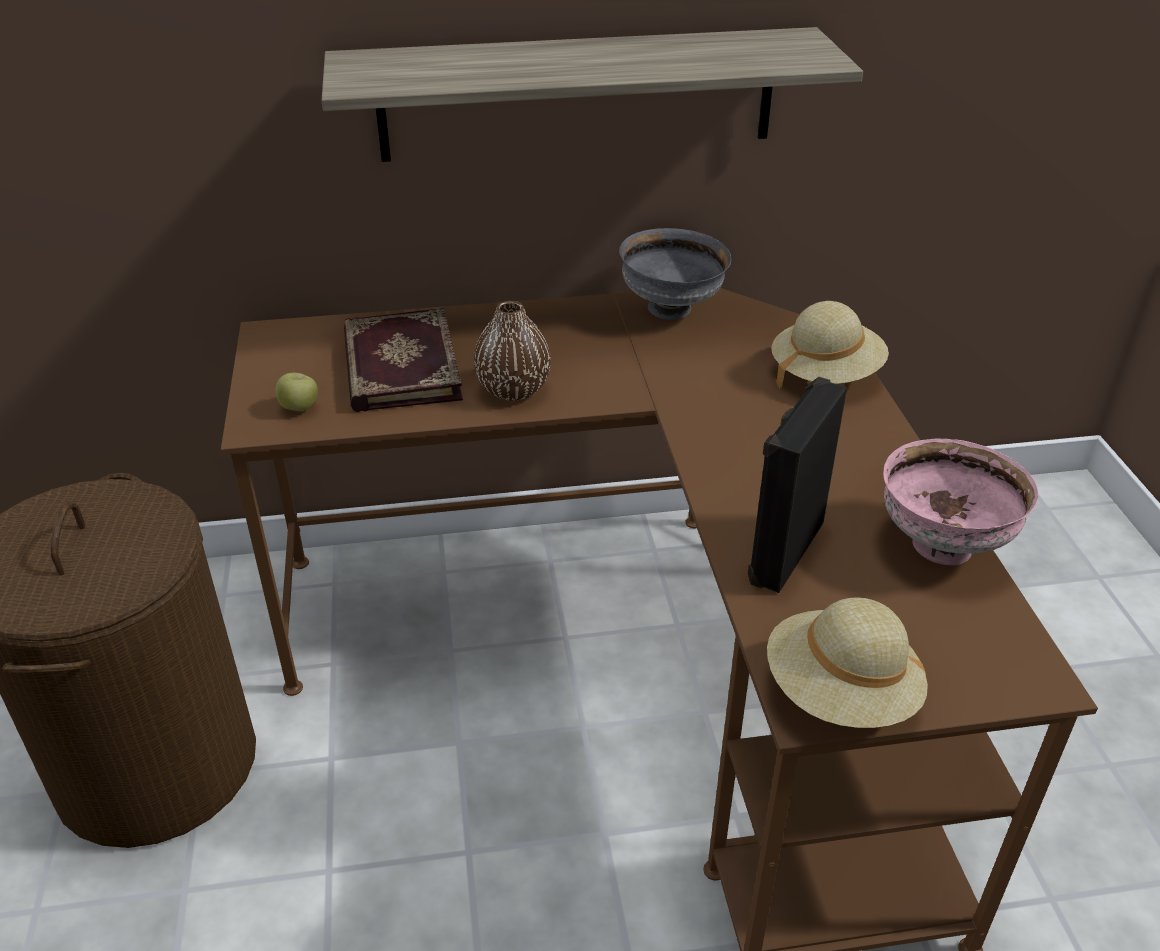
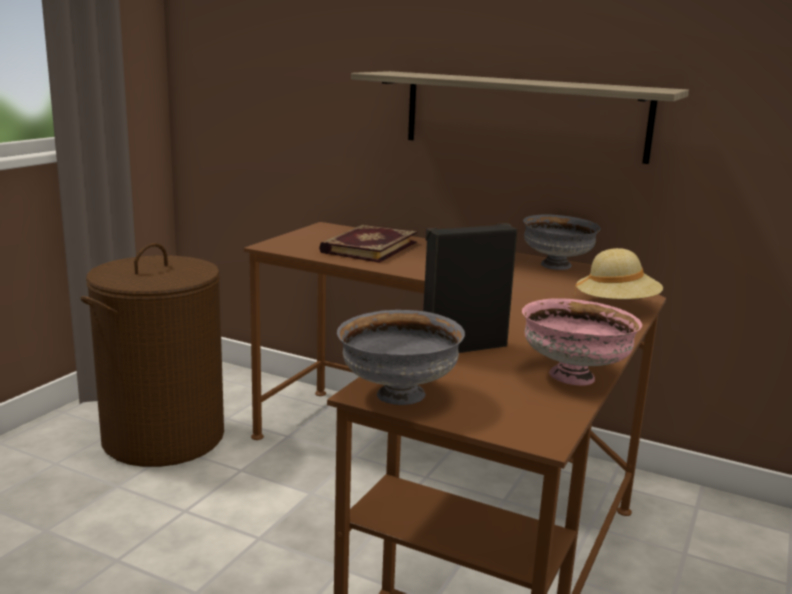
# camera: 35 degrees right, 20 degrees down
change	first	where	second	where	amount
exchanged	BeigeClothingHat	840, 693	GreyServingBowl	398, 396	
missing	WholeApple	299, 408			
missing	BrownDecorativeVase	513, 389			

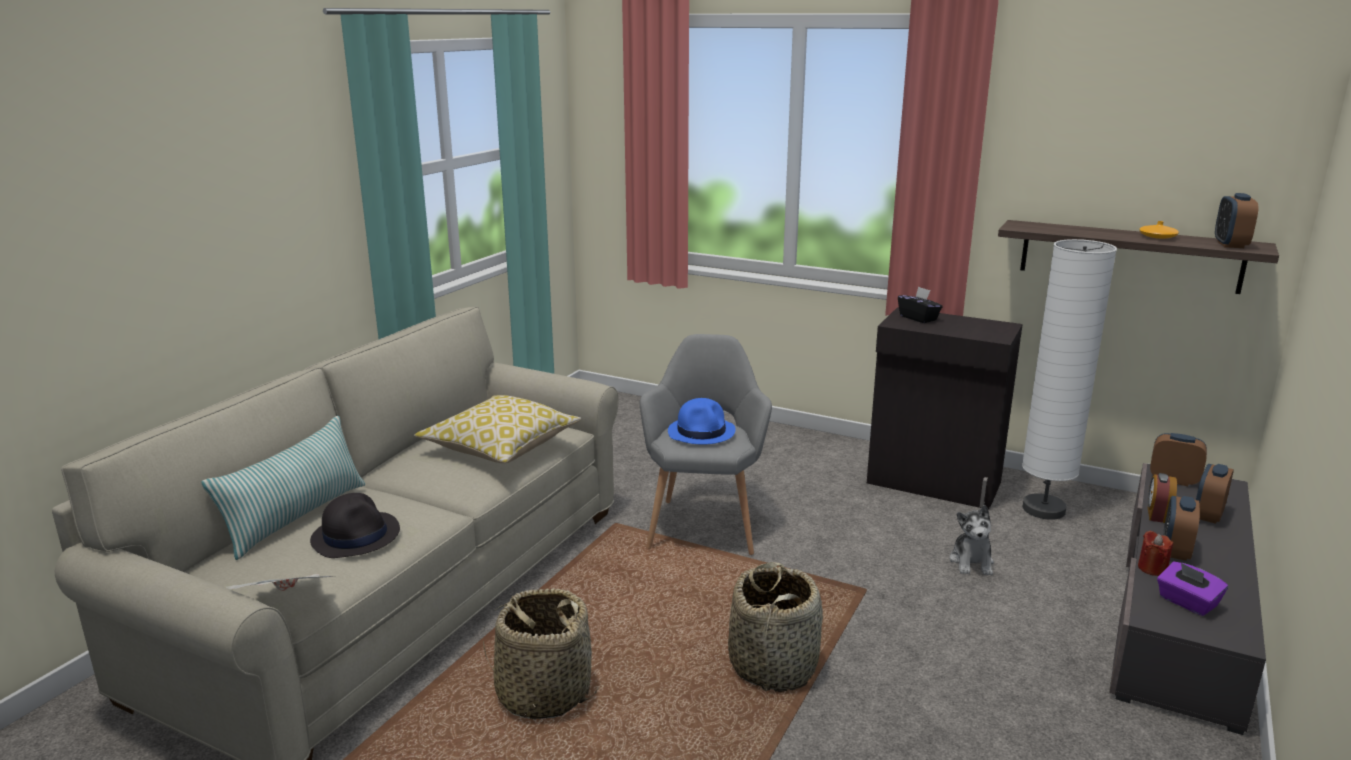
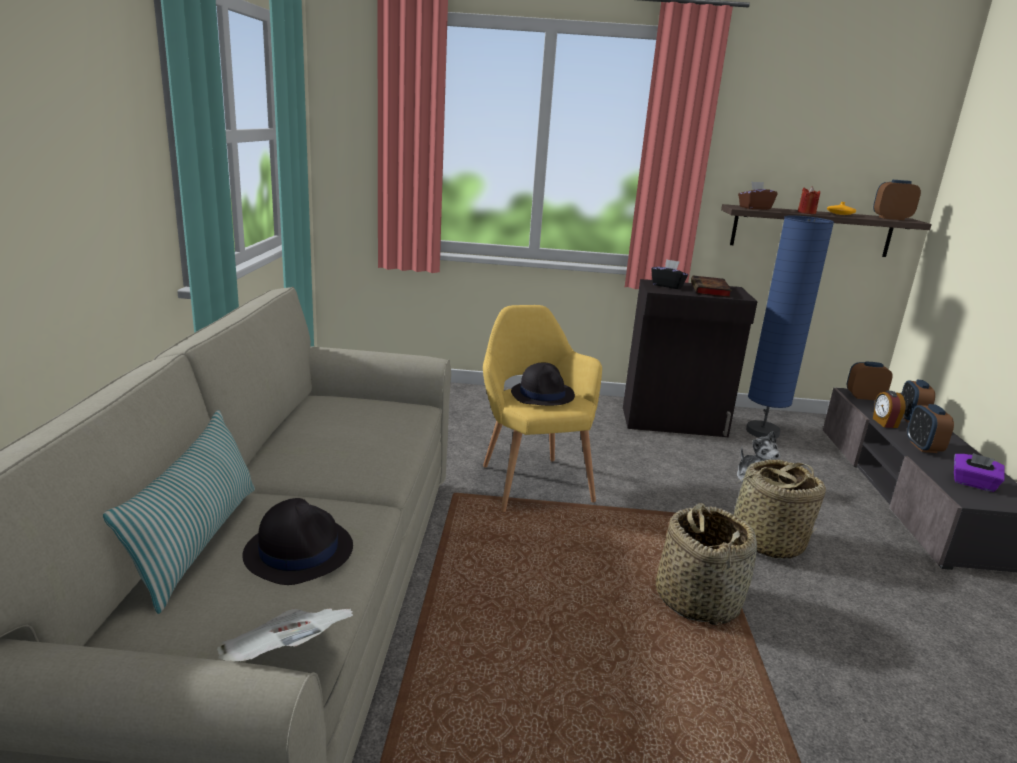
# camera: 25 degrees left, 0 degrees up
change	first	where	second	where	amount
colour	GreyLoungeChair	704, 522	YellowishLoungeChair	531, 480	
colour	BluishClothingHat	702, 432	BlackishClothingHat	542, 394	
appeared			BoundBook	710, 290	
relocated	Basket	543, 693		766, 541	
appeared			BrownBoxOfTissues	754, 208	
colour	WhitishStandingLamp	1043, 509	BluishStandingLamp	762, 432	
relocated	ReddishWaxCandle	1152, 568		806, 213	
spun	AlarmClock	1230, 244		891, 218	105 degrees clockwise
missing	Pillow	501, 447			

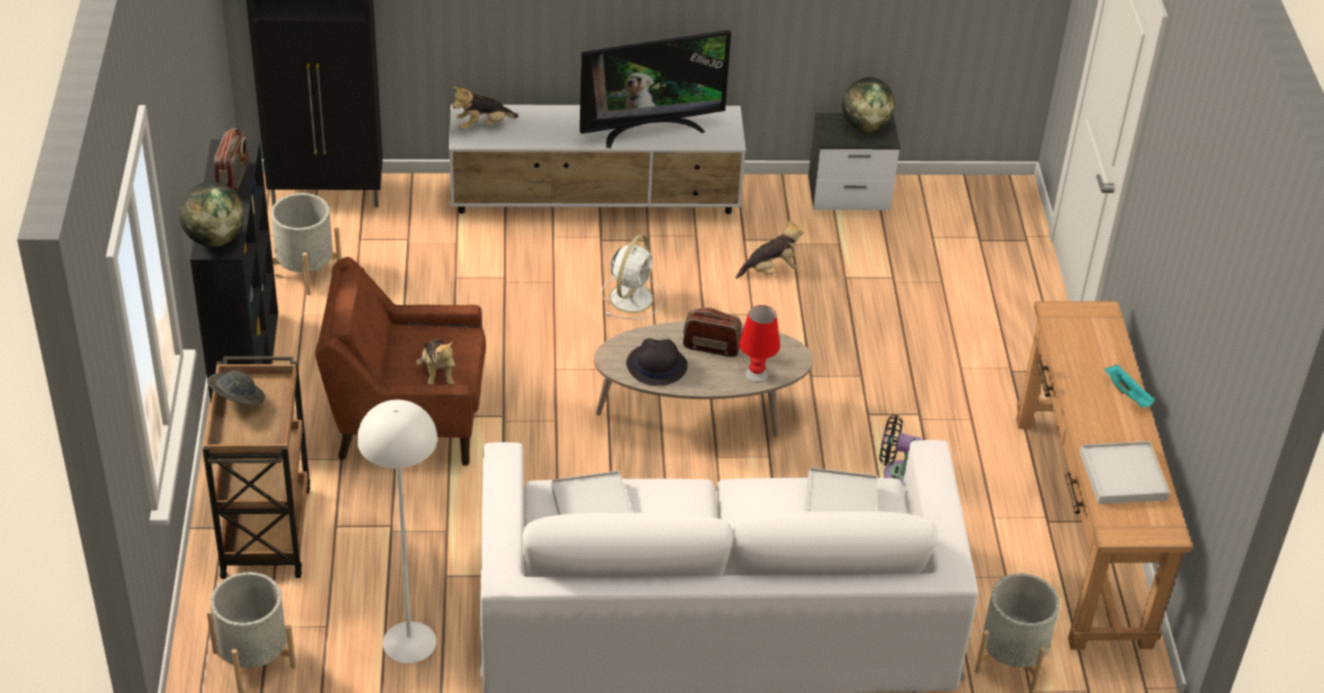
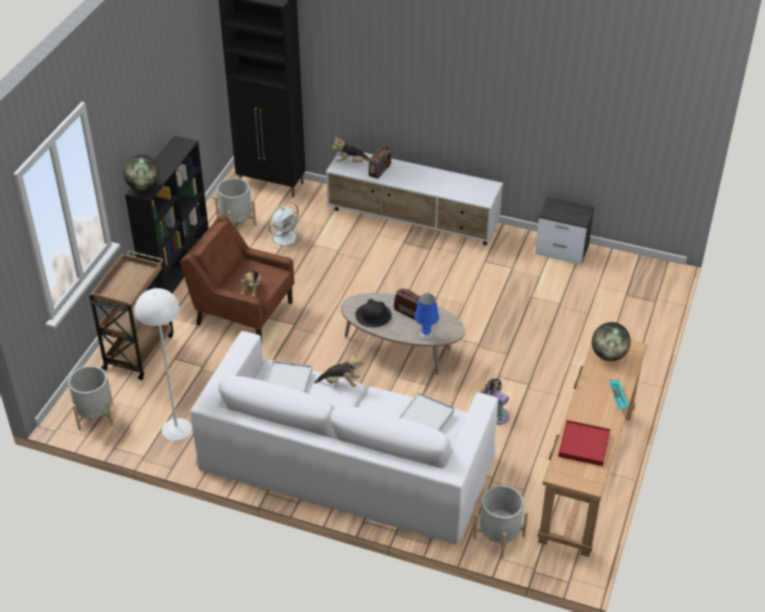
# camera: 25 degrees right, 0 degrees up
change	first	where	second	where	amount
relocated	WhitishElectricFan	632, 297		285, 237	
relocated	CuddlyToy	770, 270		340, 383	
relocated	Radio	233, 178		380, 171	
colour	ReddishTabletopLamp	756, 375	BluishTabletopLamp	426, 335	
colour	WhitishTray	1122, 476	ReddishTray	583, 445	
relocated	DeskGlobe	865, 126		608, 355	
missing	GreyClothingHat	236, 399			
missing	Tv	650, 129			

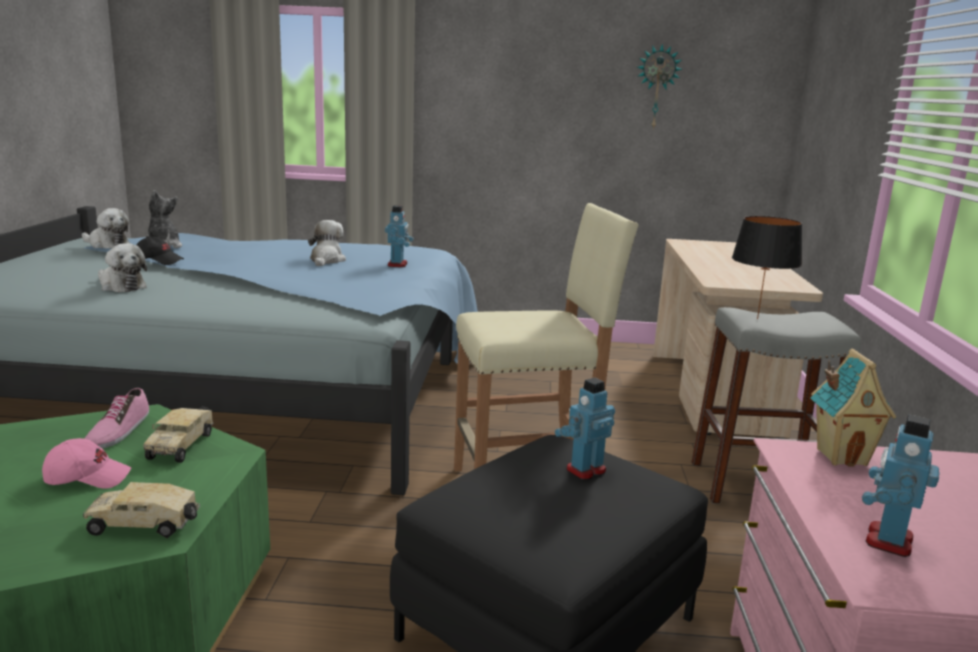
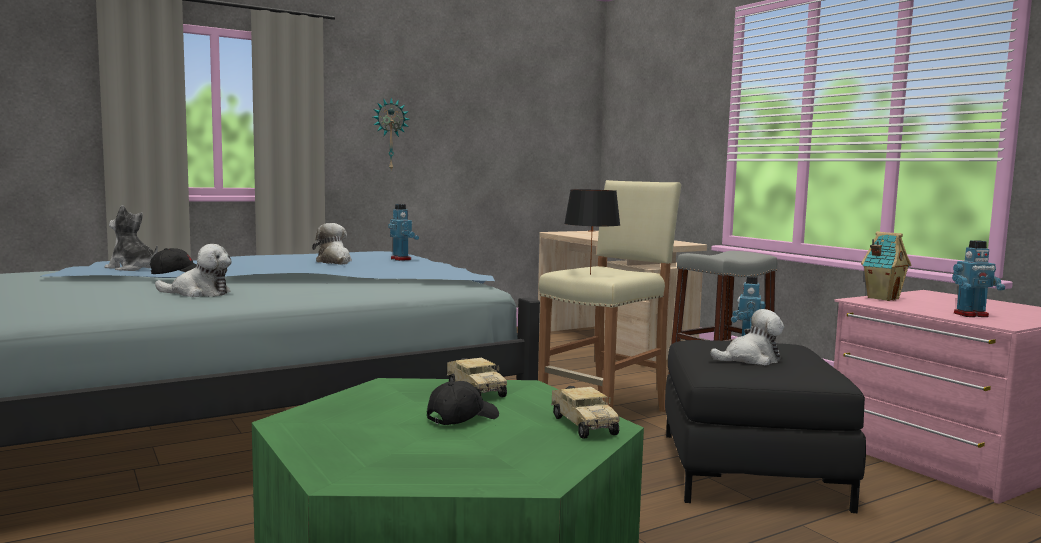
# camera: 35 degrees left, 10 degrees down
change	first	where	second	where	amount
relocated	HangingClock	657, 87		389, 134	
colour	PinkColouredPeakedCap	88, 477	BlackishPeakedCap	462, 418	
spun	ToyLorry	146, 525		582, 424	75 degrees counterclockwise
relocated	BlackishTabletopLamp	757, 319		590, 274	
relocated	CuddlyToy	107, 245		750, 359	
spun	RobotFigure	887, 540		971, 315	90 degrees counterclockwise
missing	ItemOfFootwear	118, 431			

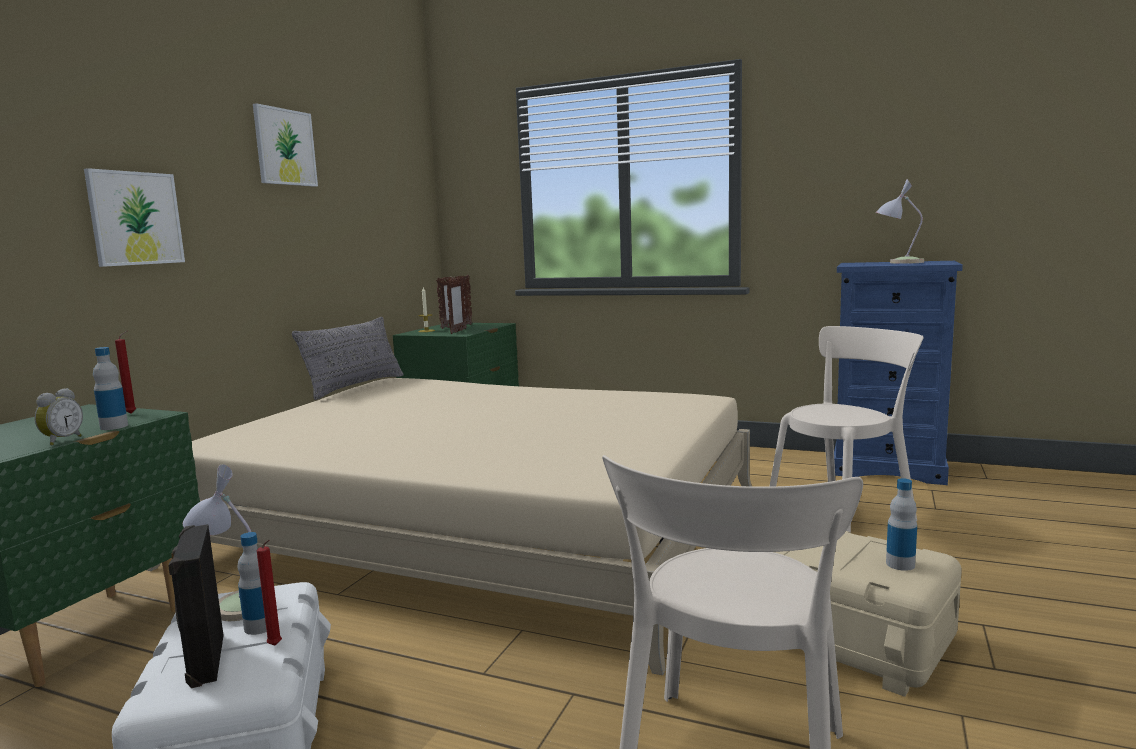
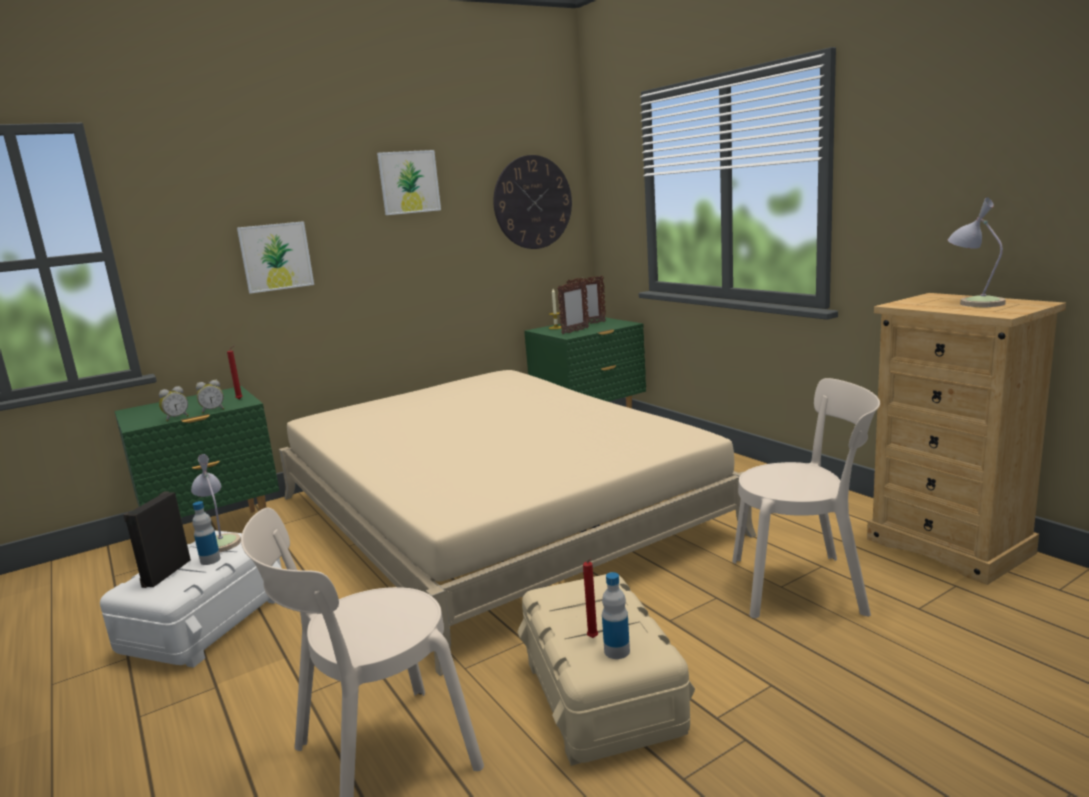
# camera: 35 degrees right, 5 degrees up
change	first	where	second	where	amount
exchanged	BeverageBottle	114, 426	AlarmClock	213, 410	
appeared			HangingClock	533, 202	
relocated	ReddishWaxCandle	276, 646		593, 639	
colour	BluishDrawerChest	888, 468	BeigeDrawerChest	950, 546	
missing	GreyPillow	355, 386			

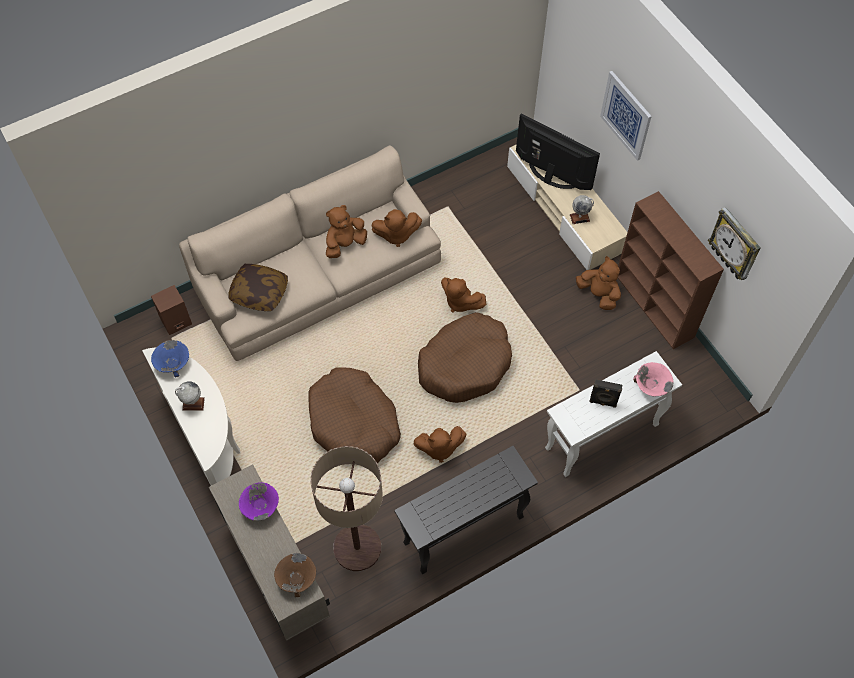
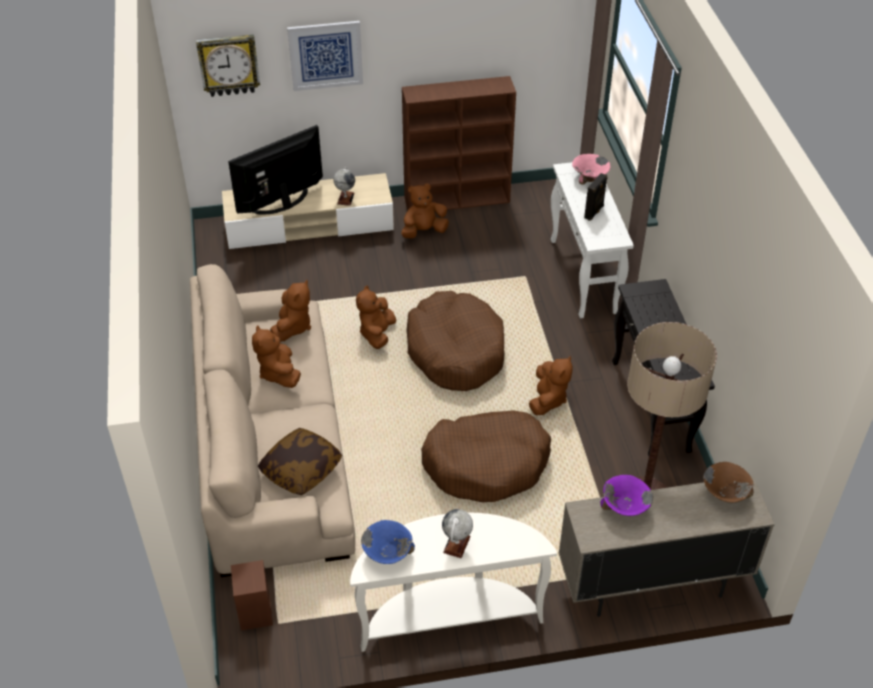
# camera: 70 degrees left, 15 degrees down
change	first	where	second	where	amount
relocated	HangingClock	735, 245		229, 65	
spun	BrownCuddlyToy	460, 302		377, 333	135 degrees clockwise

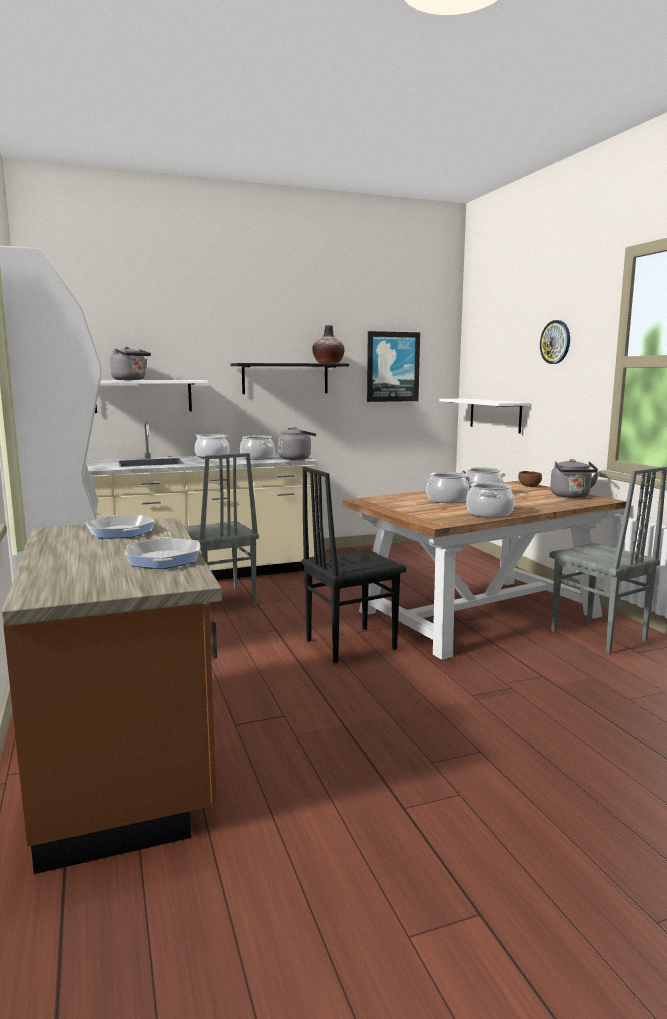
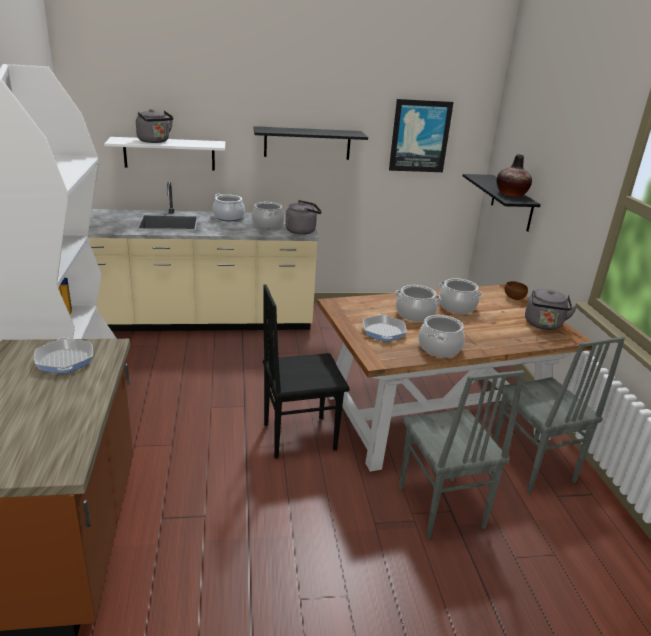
# camera: 10 degrees right, 15 degrees up
change	first	where	second	where	amount
relocated	Skillet	163, 559		383, 332	
relocated	GreyPlainChair	221, 600		439, 508	
colour	WhitishBracketShelf	495, 415	BlackishBracketShelf	511, 203	
relocated	DecorativeVase	328, 363		511, 194	
missing	HangingClock	555, 342			

